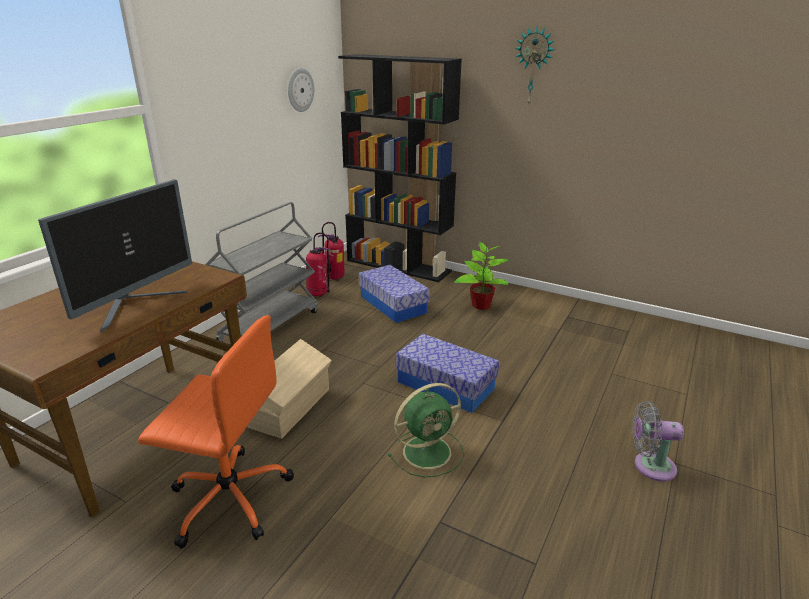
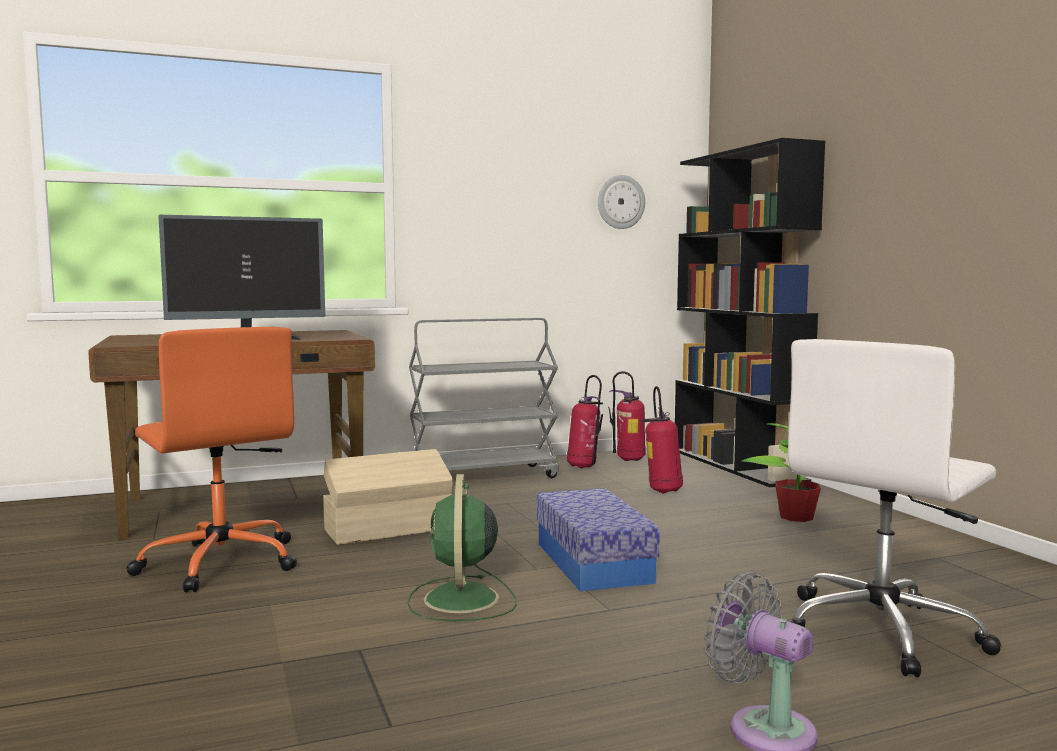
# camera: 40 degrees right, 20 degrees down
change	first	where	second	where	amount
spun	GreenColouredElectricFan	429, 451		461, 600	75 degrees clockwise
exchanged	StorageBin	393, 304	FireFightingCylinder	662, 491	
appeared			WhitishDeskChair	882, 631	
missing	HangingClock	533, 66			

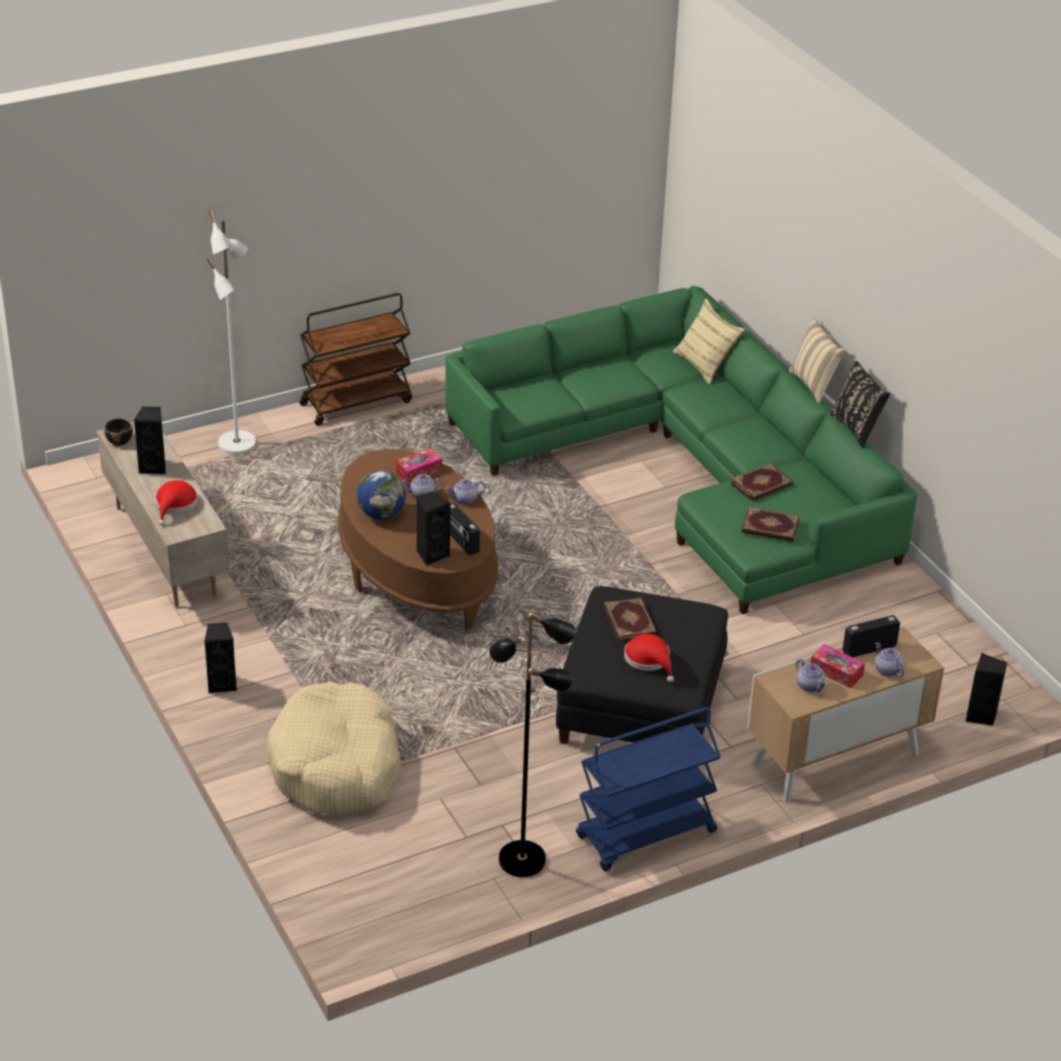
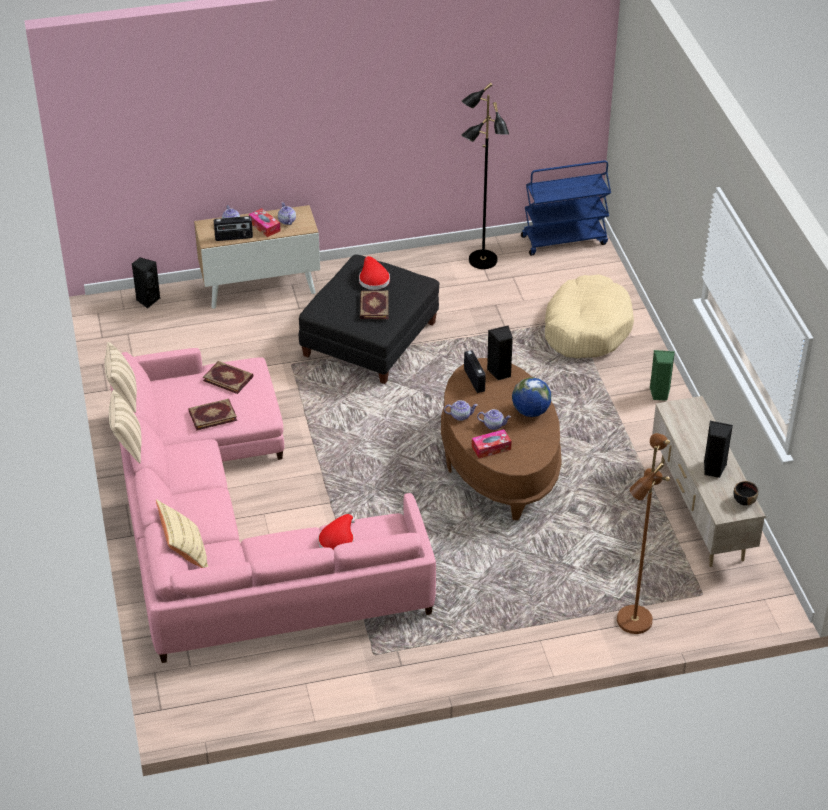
# camera: 165 degrees left, 5 degrees up
change	first	where	second	where	amount
colour	BlackishPillow	857, 429	BeigePillow	123, 396	
colour	GreenColouredSettee	690, 470	PinkColouredSettee	233, 528	
relocated	ReddishClothingHat	175, 505		337, 540	
relocated	BluishCart	645, 835		564, 240	
colour	WhitishStandingLamp	238, 444	BrownStandingLamp	633, 619	
colour	BlackishSpeaker	222, 684	GreenColouredSpeaker	659, 393	
missing	BrownCart	356, 402			

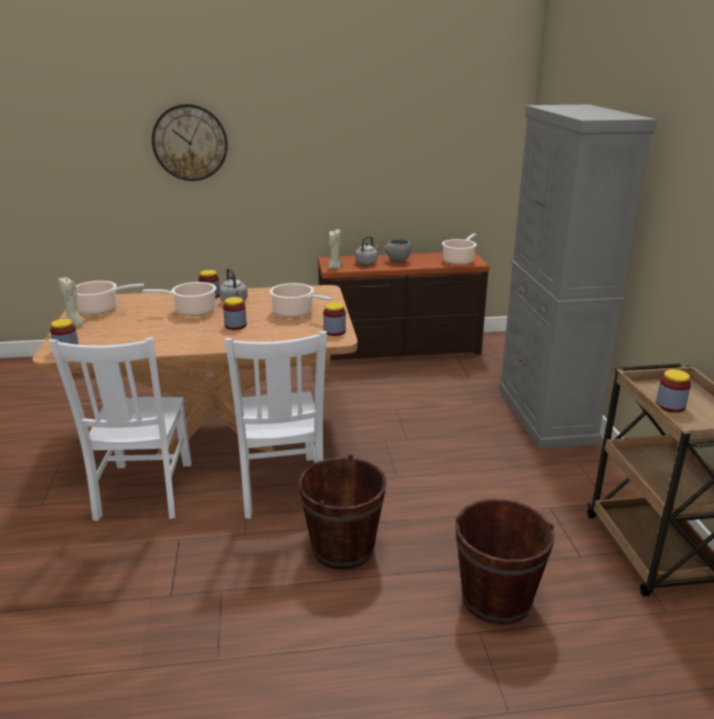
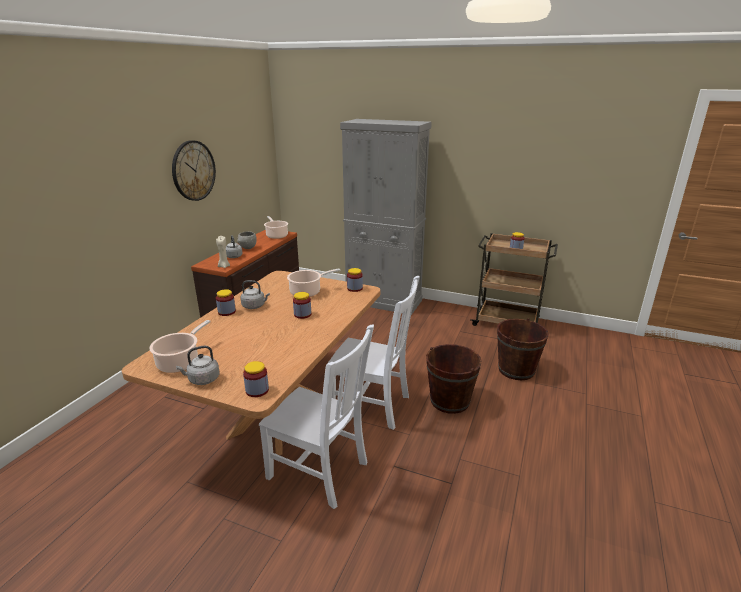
# camera: 60 degrees left, 0 degrees up
change	first	where	second	where	amount
relocated	HangingClock	190, 142		193, 170	
exchanged	BeigeWaxCandle	75, 325	GreyKettle	202, 380	
missing	Saucepot	192, 311			

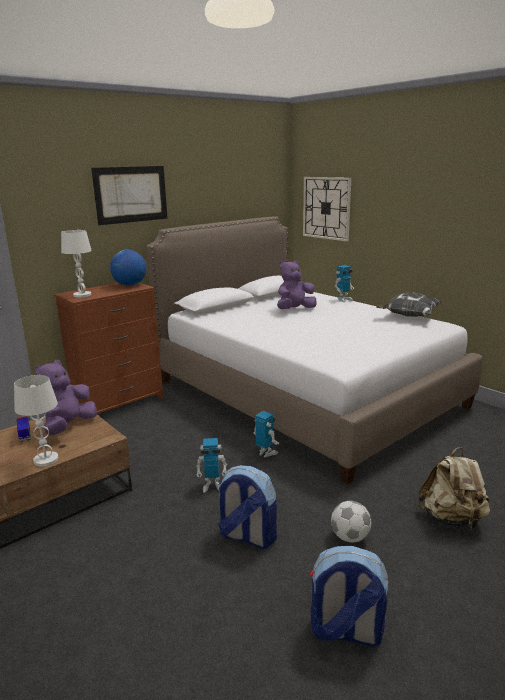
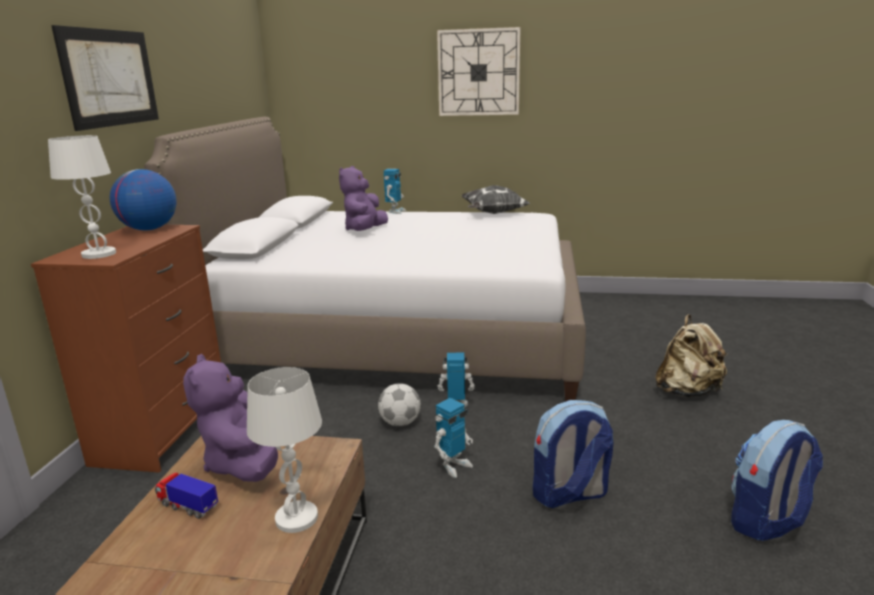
# camera: 40 degrees left, 0 degrees up
change	first	where	second	where	amount
relocated	Football	350, 537		400, 423	
relocated	HangingClock	326, 208		478, 72	

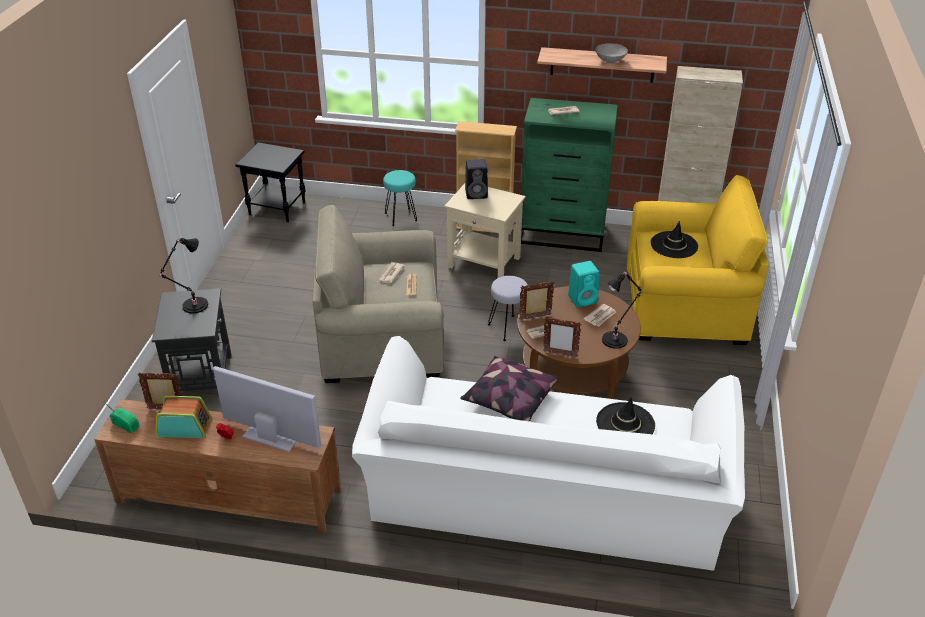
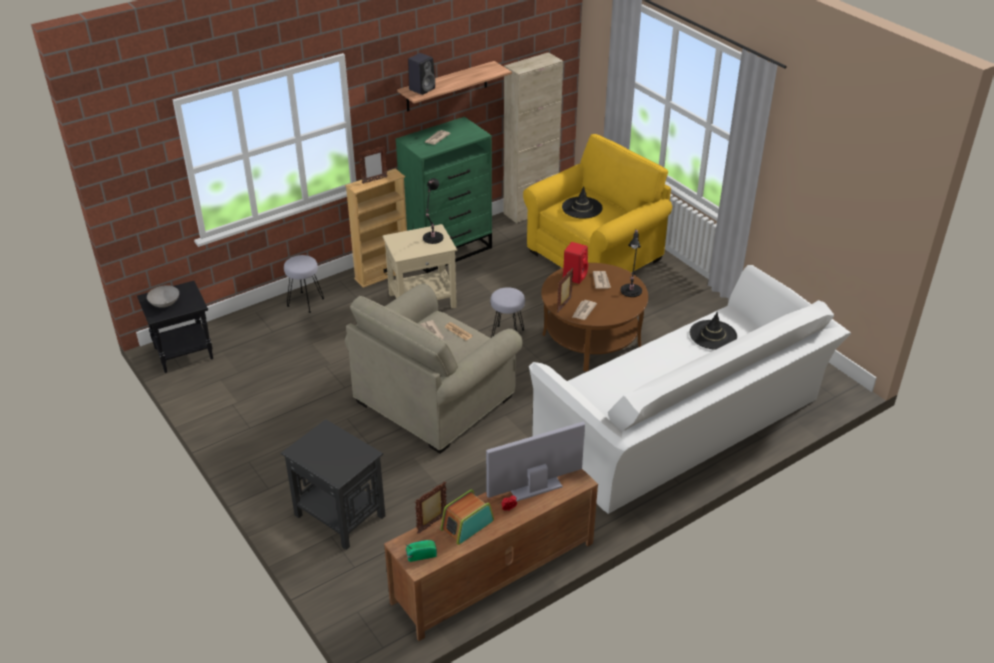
# camera: 45 degrees left, 0 degrees up
change	first	where	second	where	amount
relocated	GreyServingBowl	610, 61		165, 304	
colour	BlueGreenStoolSeat	401, 216	GreyStoolSeat	305, 302	
relocated	StandingFrame	560, 354		374, 180	
relocated	BlackishSpeaker	477, 194		422, 89	
relocated	BlackishTabletopLamp	193, 306		432, 239	
colour	BlueGreenSpeaker	583, 299	ReddishSpeaker	575, 276	
missing	Pillow	509, 399			

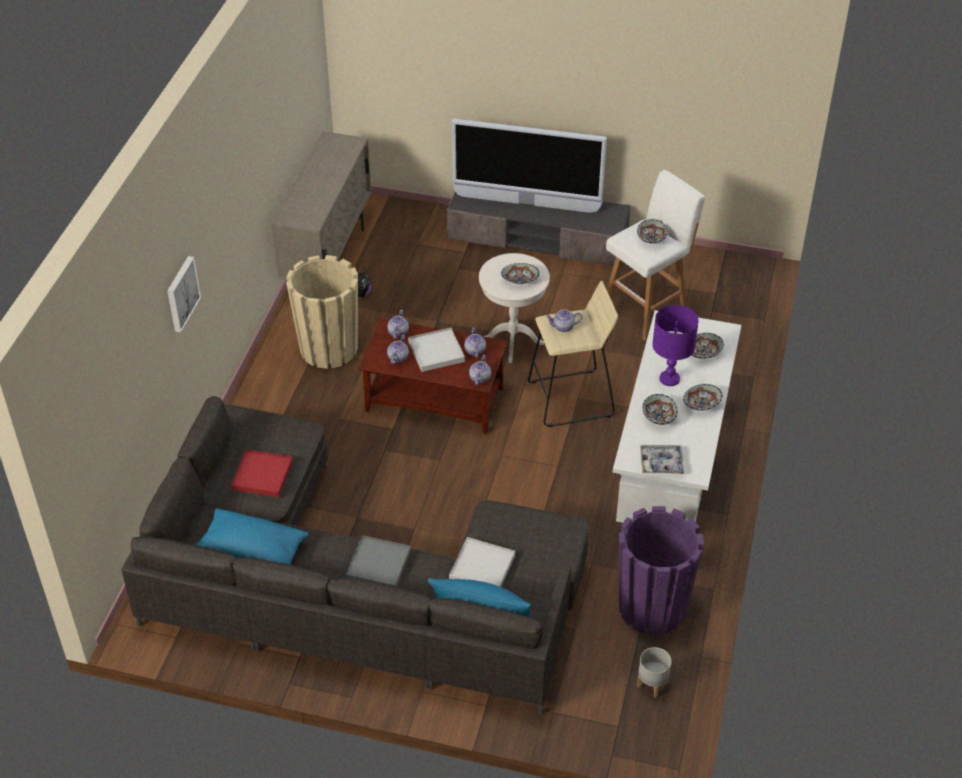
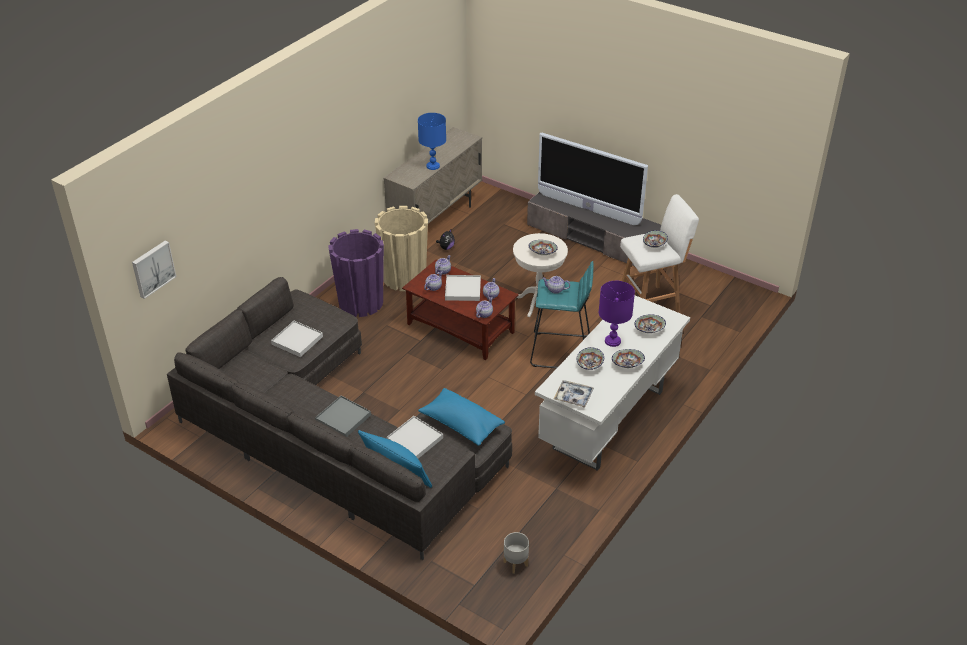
# camera: 20 degrees right, 5 degrees down
change	first	where	second	where	amount
relocated	WallPicture	181, 293		152, 268	
colour	ReddishTray	262, 475	WhitishTray	297, 340	
relocated	PurpleColouredPlantPot	652, 607		361, 303	
appeared			BluishTabletopLamp	433, 166	
relocated	BluishPillow	252, 550		461, 424	
colour	BeigeStoolSeat	571, 399	BlueGreenStoolSeat	561, 351	

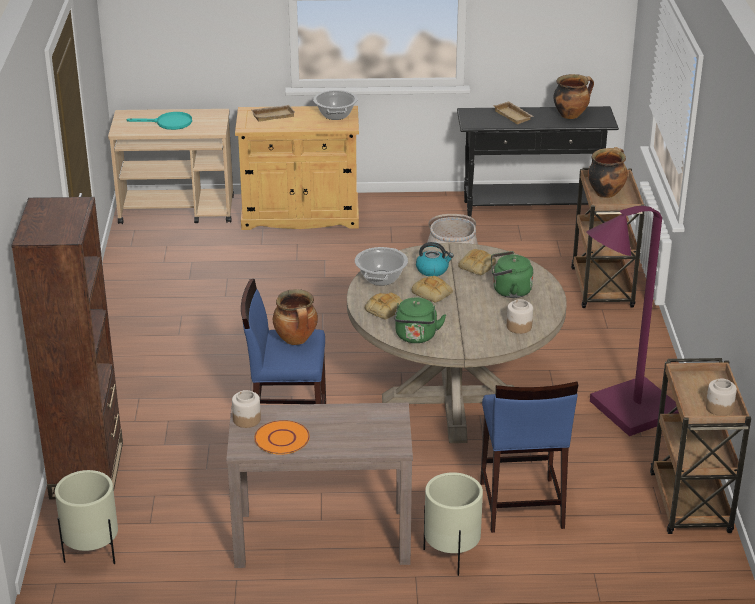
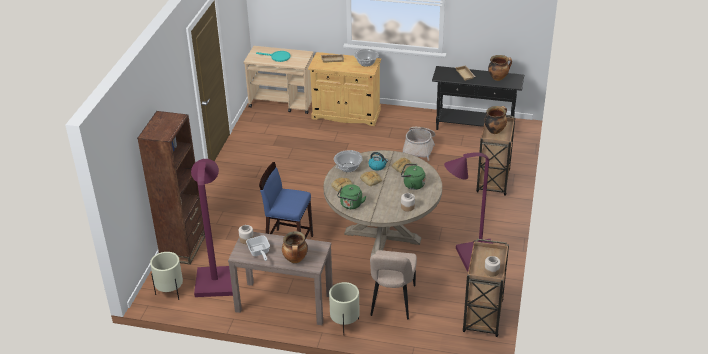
# camera: 15 degrees right, 5 degrees up
change	first	where	second	where	amount
appeared			PurpleColouredStandingLamp	215, 277	
exchanged	OrangeyPlate	282, 439	Skillet	259, 253	
relocated	Saucepot	296, 340		295, 259	
exchanged	BluishStoolSeat	520, 505	BeigePlainChair	392, 302	

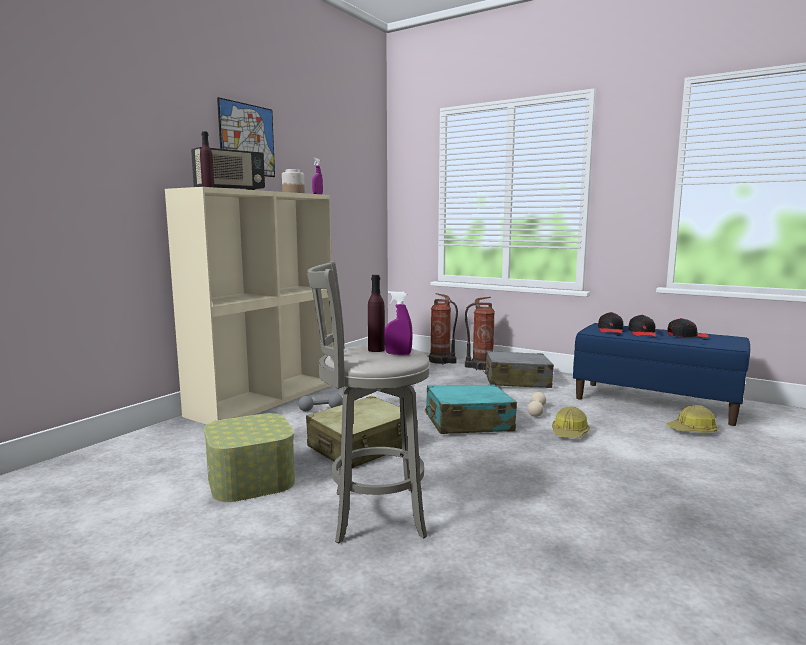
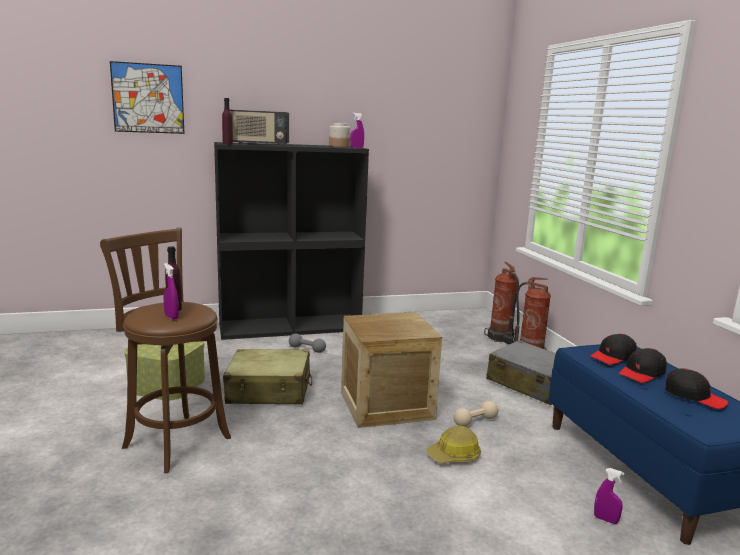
# camera: 40 degrees right, 5 degrees up
change	first	where	second	where	amount
colour	GreyStoolSeat	371, 514	BrownStoolSeat	174, 440	
relocated	WallPicture	247, 139		148, 98	
colour	BeigeBookcase	265, 398	BlackishBookcase	291, 327	
exchanged	BlueGreenSuitcase	468, 423	PackingCrate	386, 406	
exchanged	WorkHelmet	692, 430	PurpleColouredSprayBottle	605, 520	

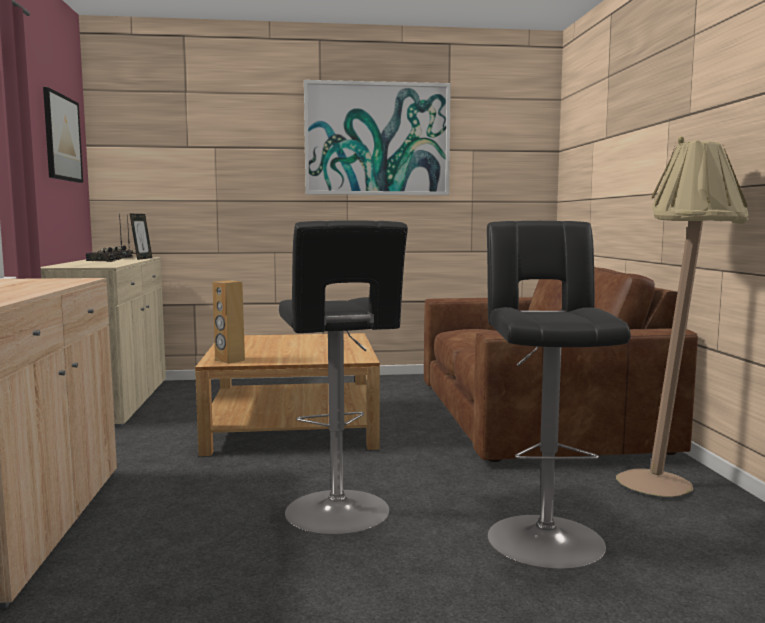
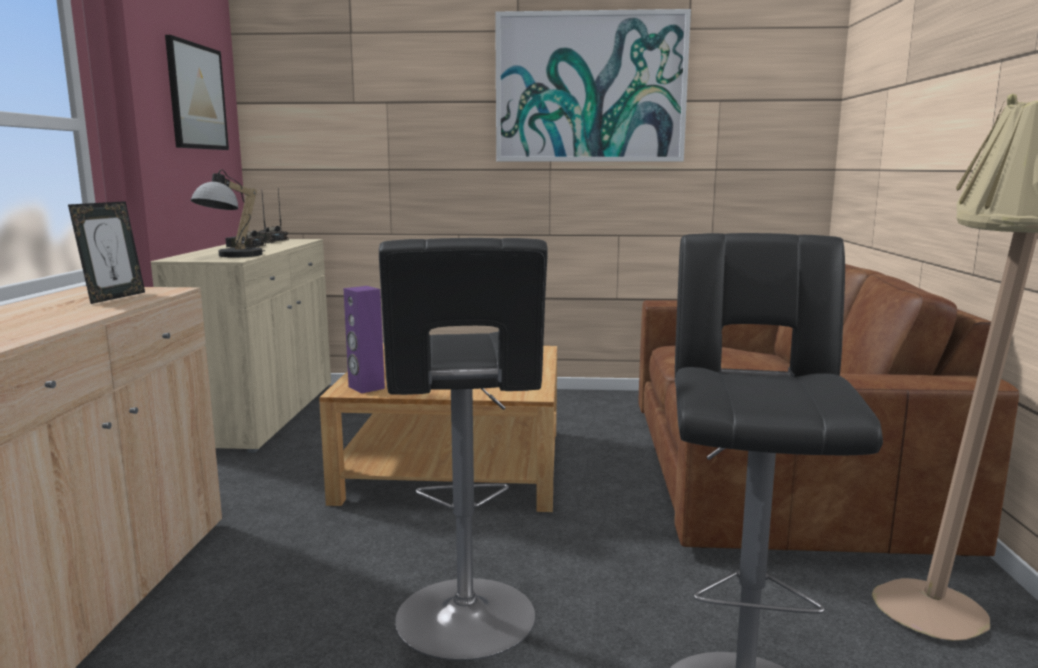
# camera: 10 degrees right, 5 degrees up
change	first	where	second	where	amount
relocated	StandingFrame	142, 258		114, 297	
appeared			TabletopLamp	232, 256	
colour	BrownSpeaker	229, 360	PurpleColouredSpeaker	366, 388	

